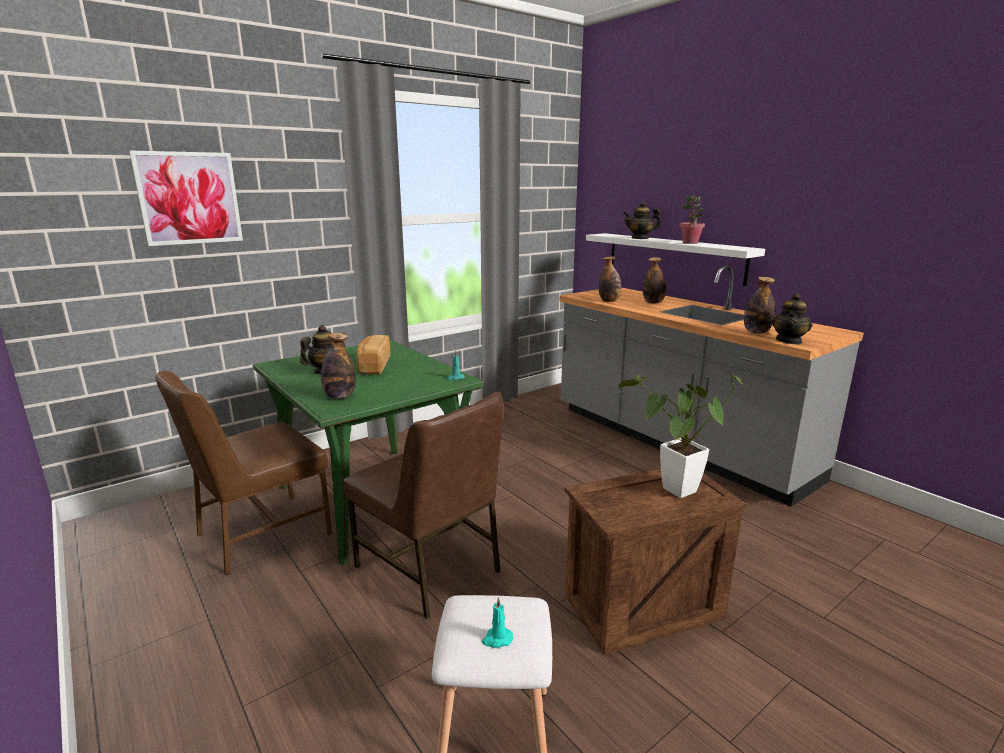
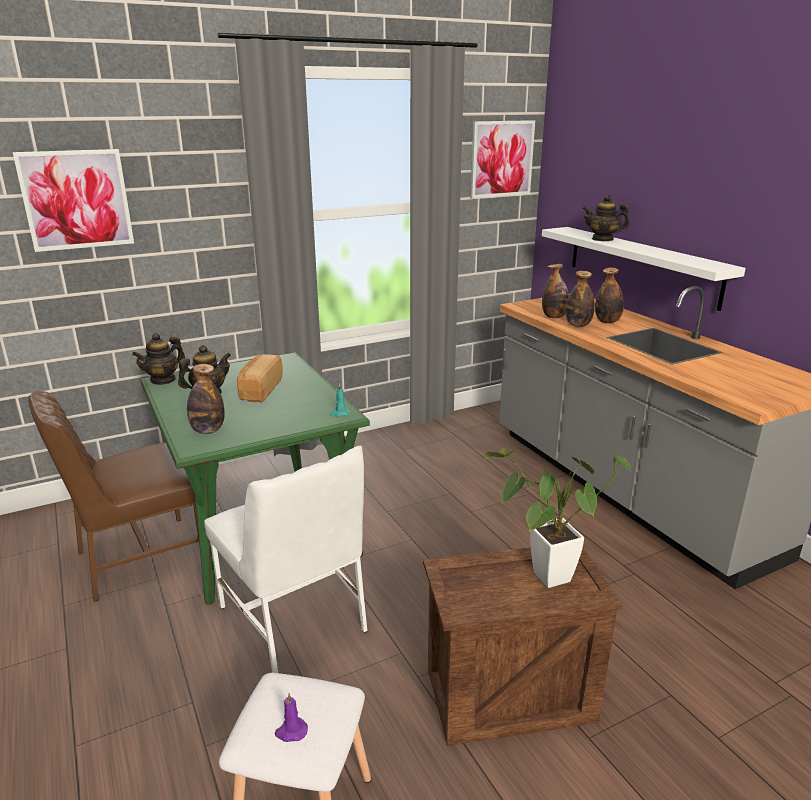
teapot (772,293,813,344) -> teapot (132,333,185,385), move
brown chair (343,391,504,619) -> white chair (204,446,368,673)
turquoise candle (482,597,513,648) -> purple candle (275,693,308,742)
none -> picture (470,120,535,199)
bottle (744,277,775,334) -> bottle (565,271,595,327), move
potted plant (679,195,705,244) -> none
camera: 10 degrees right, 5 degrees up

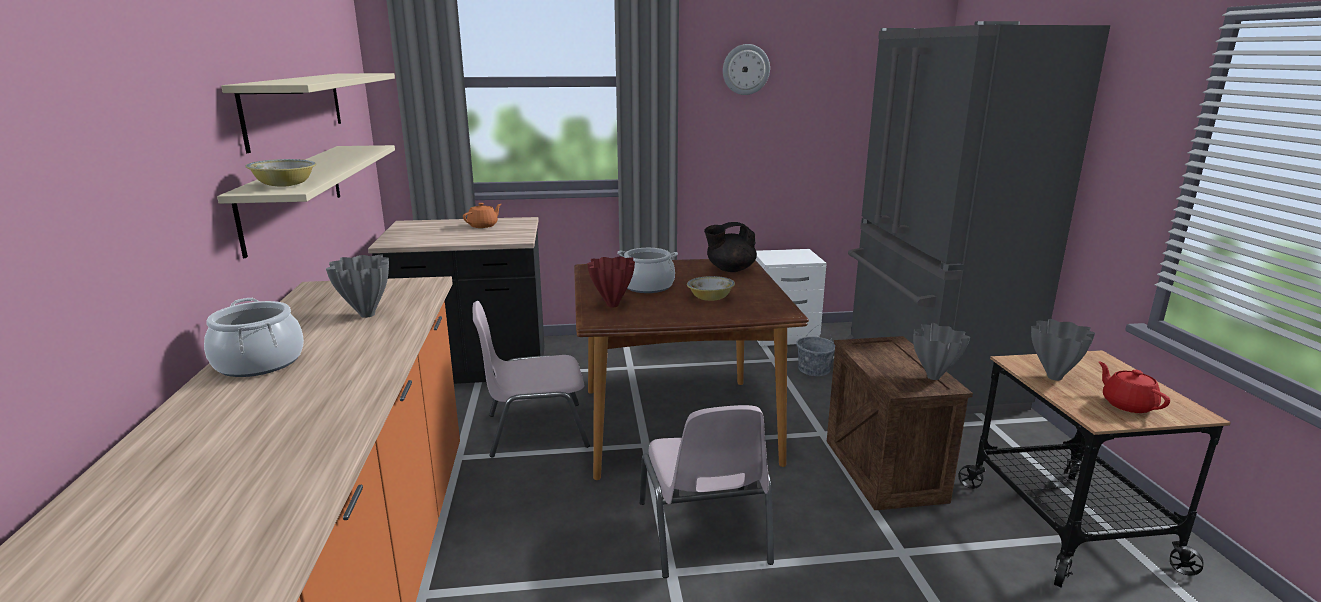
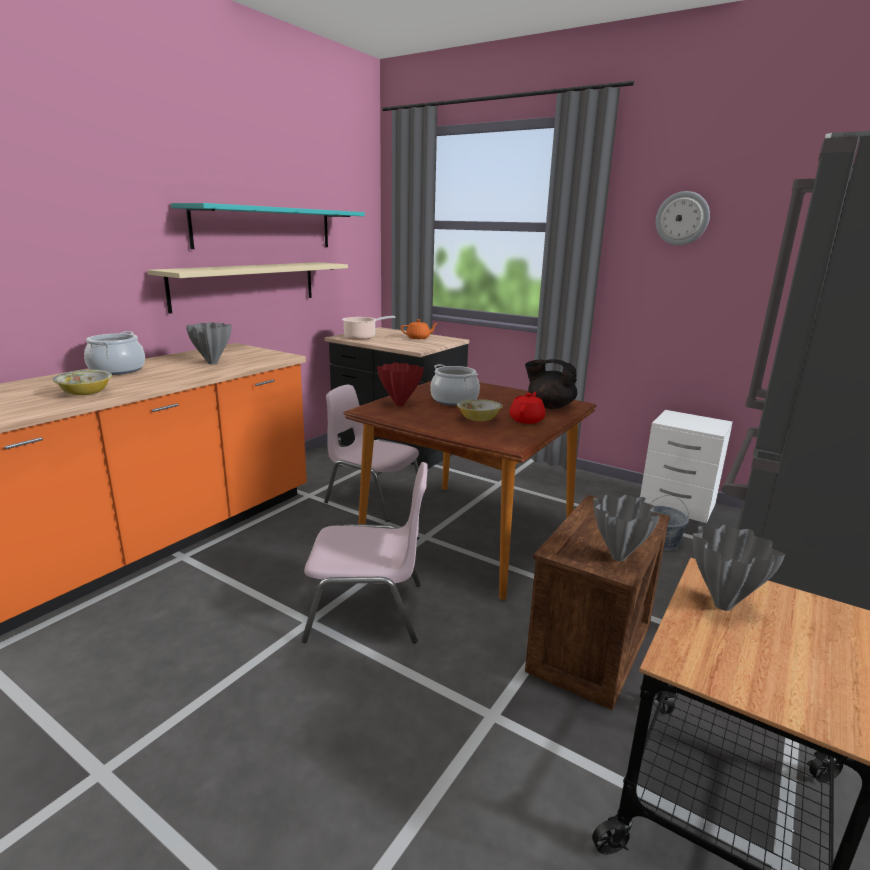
bowl (245,159,316,187) -> bowl (53,370,112,395), move
beige shelf (221,73,395,153) -> turquoise shelf (171,203,365,249)
pink chair (640,405,774,578) -> pink chair (301,462,428,643), 120 degrees counterclockwise
none -> cooking pot (342,316,396,340)
red teapot (1099,361,1170,413) -> red teapot (509,392,546,424), move
camera: 40 degrees right, 0 degrees up

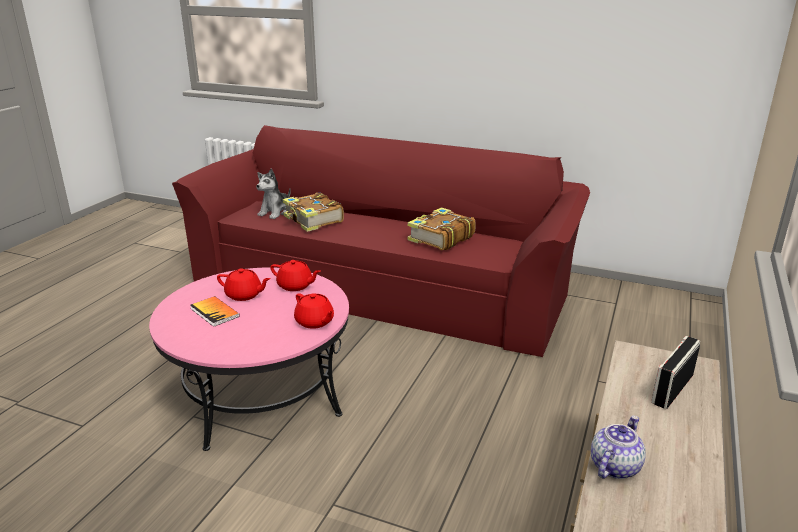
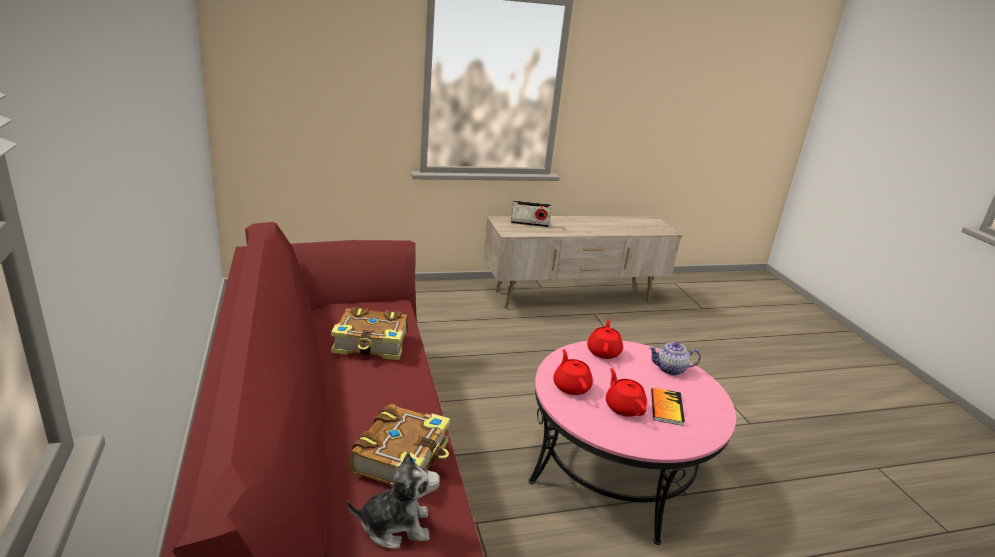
teapot (591,416,646,479) -> teapot (649,342,701,375), move
camera: 130 degrees left, 0 degrees up

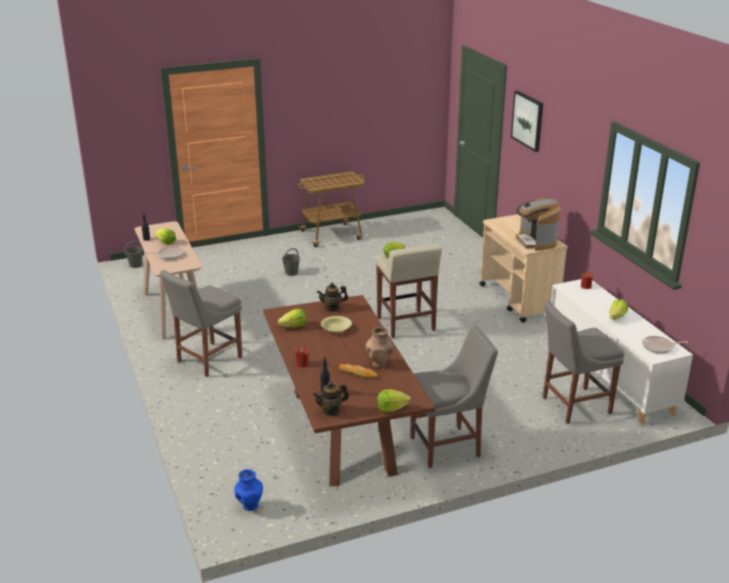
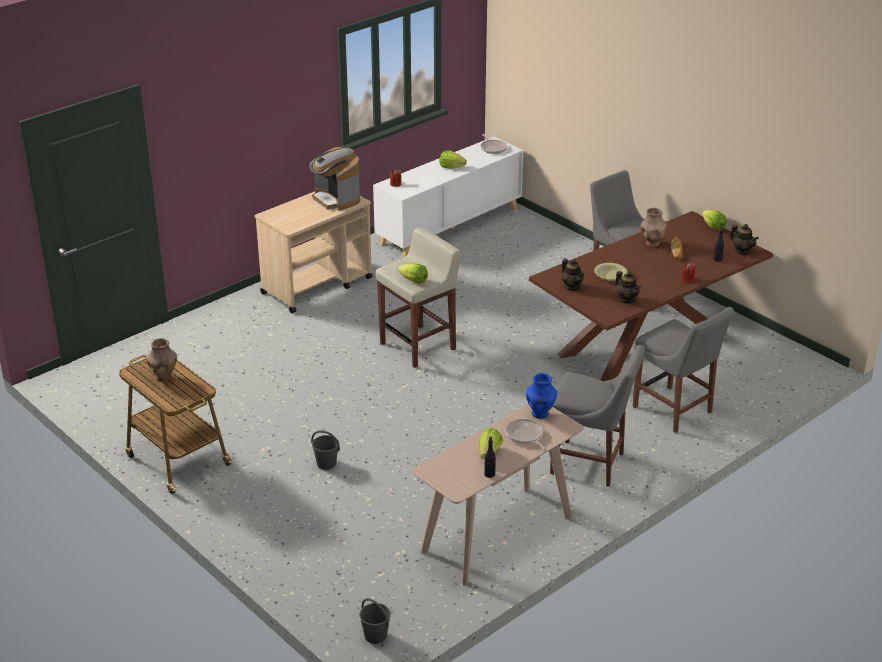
none -> brown vase (146,338,177,382)
coffee machine (516,198,561,251) -> coffee machine (309,147,360,211), 90 degrees clockwise
blue vase (234,469,263,511) -> blue vase (526,373,557,419), move
lettuce (278,309,306,327) -> teapot (615,271,641,303)
grey chair (542,301,624,424) -> grey chair (633,307,734,433), move
picture (511,91,543,152) -> none
camera: 110 degrees left, 5 degrees up

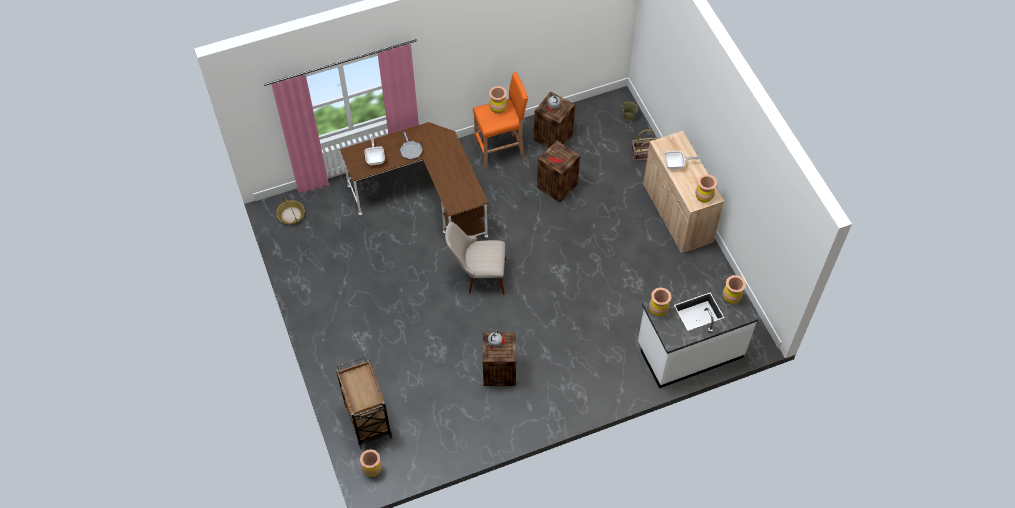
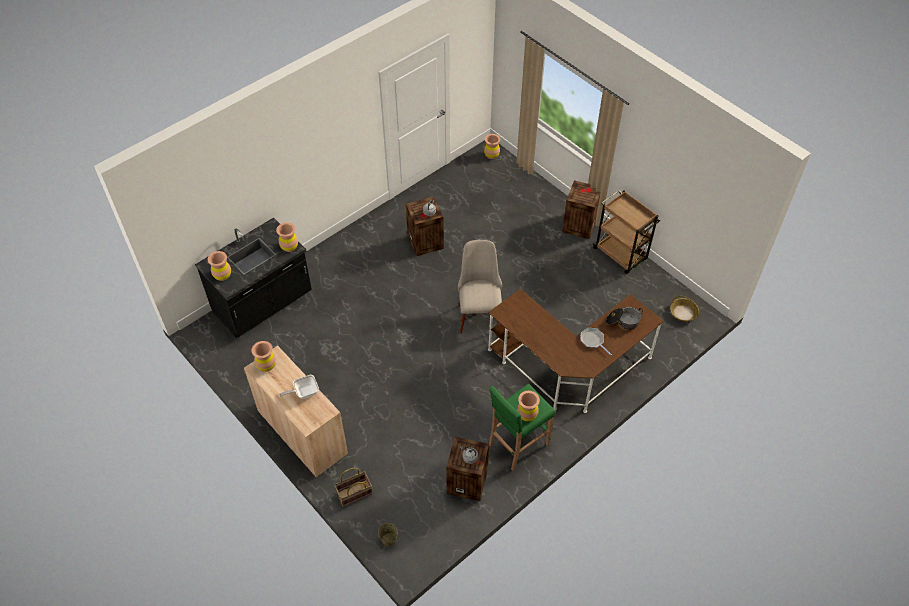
white counter (638,272,758,388) -> black counter (195,218,312,338)
beige chair (445,222,506,295) -> beige chair (458,240,502,334), 75 degrees counterclockwise
orange stool (473,72,528,169) -> green stool (489,384,556,471)
crate (537,140,580,203) -> crate (562,180,600,239), move
brown cart (336,357,392,450) -> brown cart (593,190,660,274), move
frying pan (364,136,385,165) -> cooking pot (606,307,643,330)
camera: 160 degrees right, 5 degrees down

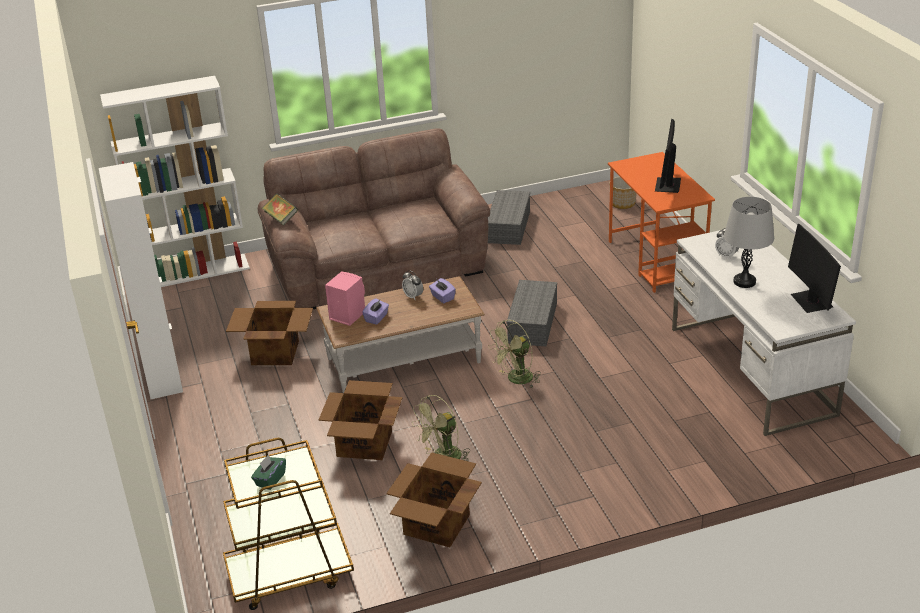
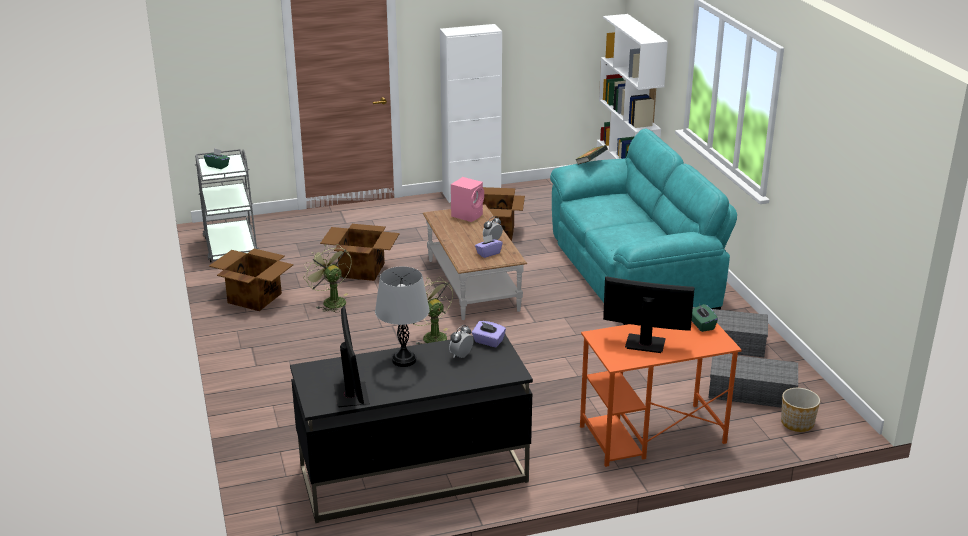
brown cart (223,438,354,610) -> grey cart (195,149,259,263)
white desk (672,229,856,436) -> black desk (290,334,533,523)
monitor (788,224,841,313) -> monitor (334,306,370,407), 90 degrees clockwise
purple tissue box (362,298,389,325) -> purple tissue box (472,321,506,347), move
brown sofa (258,128,490,309) -> turquoise sofa (550,129,737,325)
none -> green tissue box (692,304,718,332)
grey storage box (507,280,557,346) -> grey storage box (708,354,798,408), move
camera: 90 degrees right, 5 degrees down

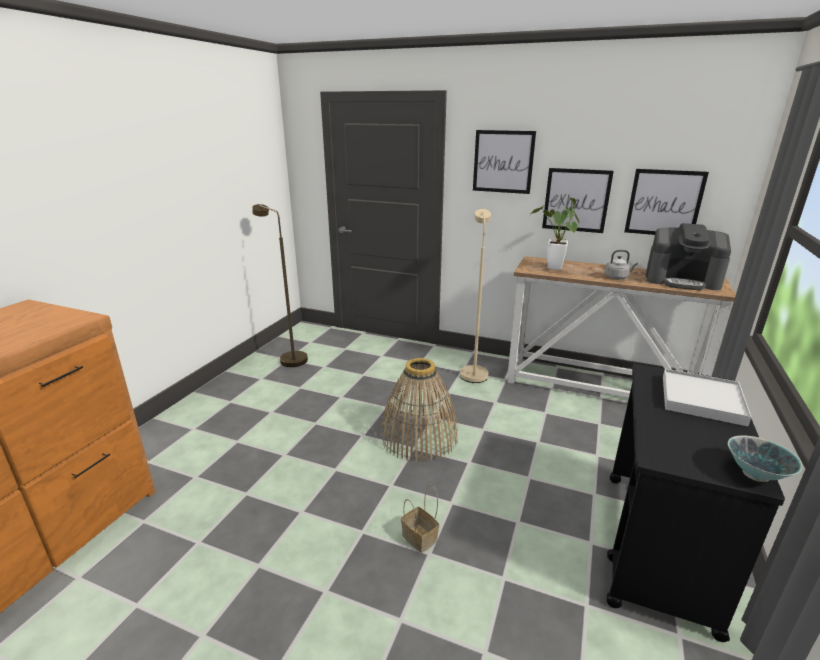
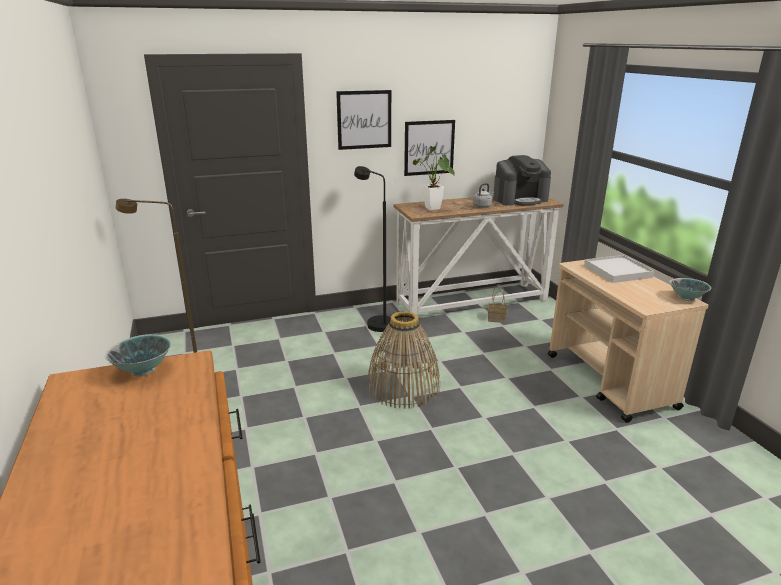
none -> bowl (105,334,171,377)
beige floor lamp (460,209,491,383) -> black floor lamp (354,166,391,332)
basket (401,484,439,553) -> basket (488,284,507,323), move
black cart (606,364,785,642) -> beige cart (548,256,708,423)
picture (624,169,709,235) -> none
camera: 40 degrees left, 0 degrees up

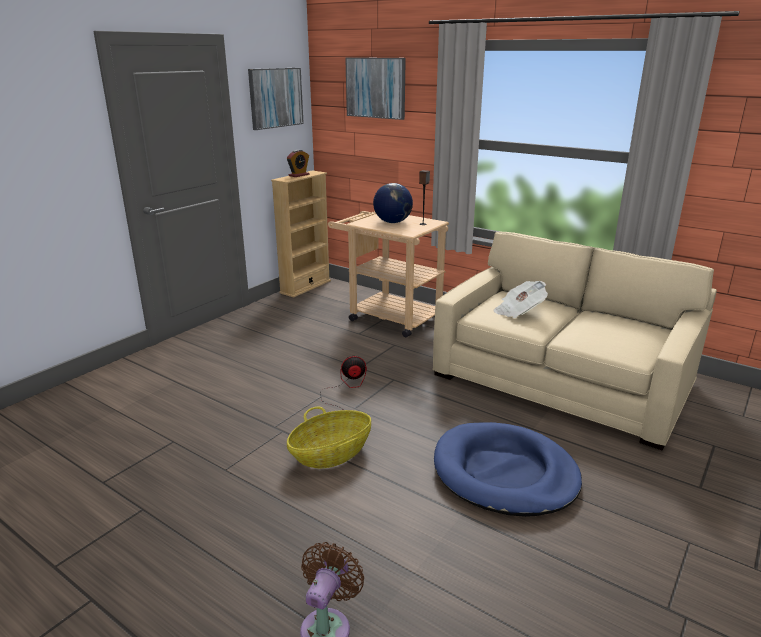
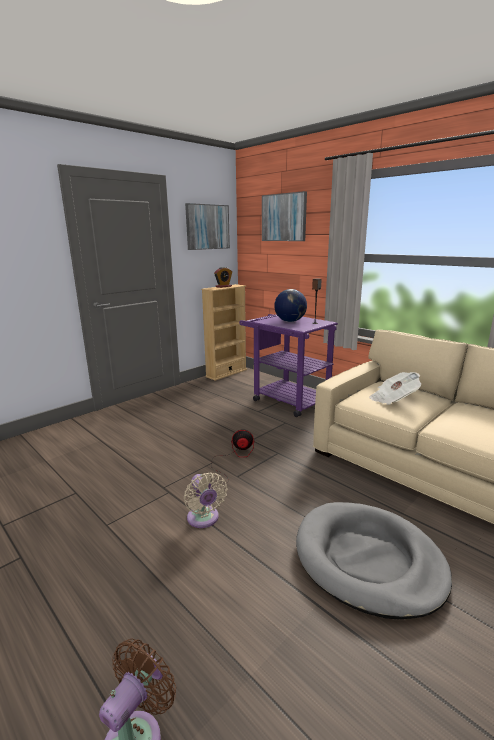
basket (287,407,371,468) -> beige fan (184,472,227,528)
beige cart (328,211,449,337) -> purple cart (239,314,338,417)
blue dog bed (434,422,582,517) -> grey dog bed (296,502,452,619)
camera: 10 degrees right, 5 degrees down

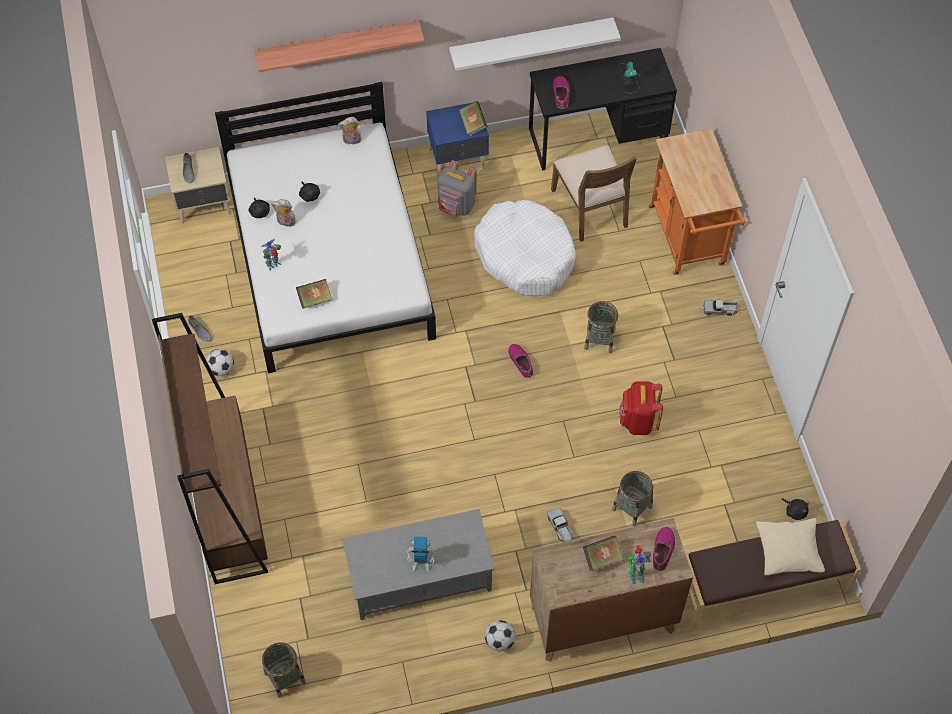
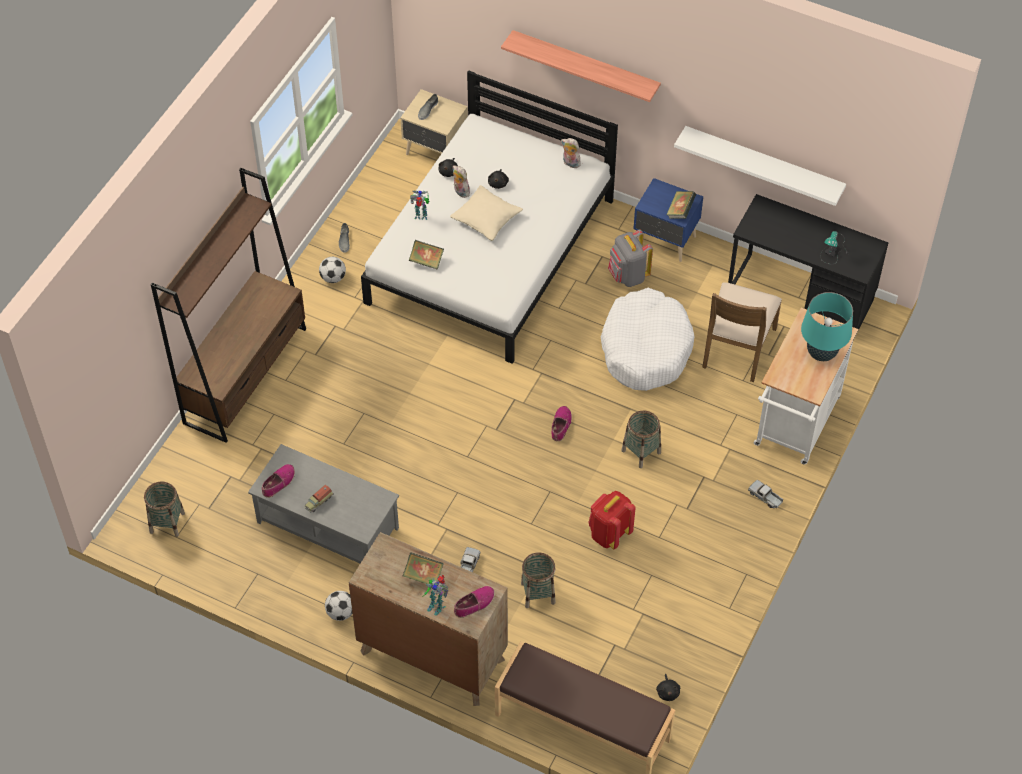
shoe (553,76,570,109) -> shoe (262,464,295,498), move
toy robot (407,536,435,572) -> toy truck (304,485,334,513)
beige pillow (756,518,825,575) -> beige pillow (450,185,523,241), move
orange cart (649,129,746,275) -> white cart (753,307,858,465)
none -> turquoise table lamp (801,292,853,361)
camera: 40 degrees right, 5 degrees down

